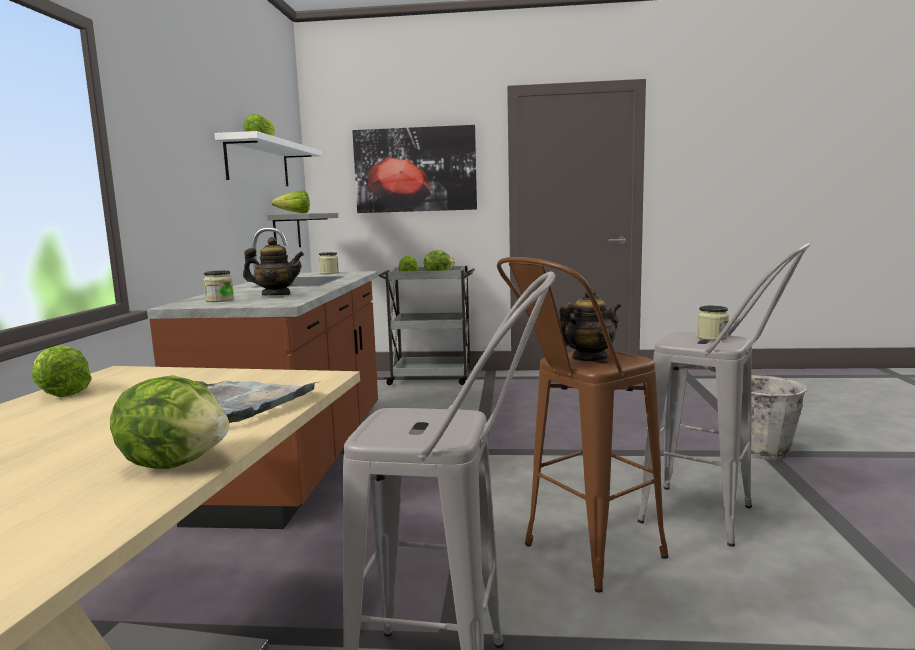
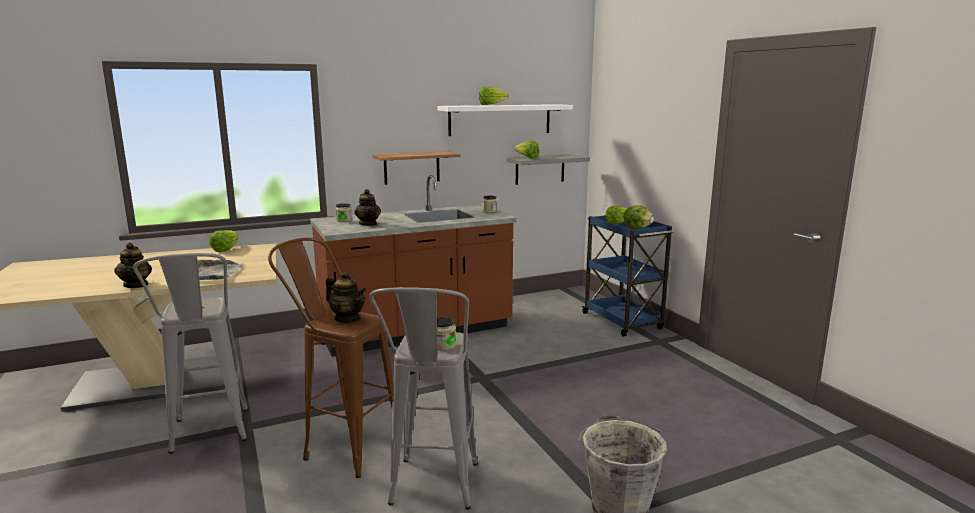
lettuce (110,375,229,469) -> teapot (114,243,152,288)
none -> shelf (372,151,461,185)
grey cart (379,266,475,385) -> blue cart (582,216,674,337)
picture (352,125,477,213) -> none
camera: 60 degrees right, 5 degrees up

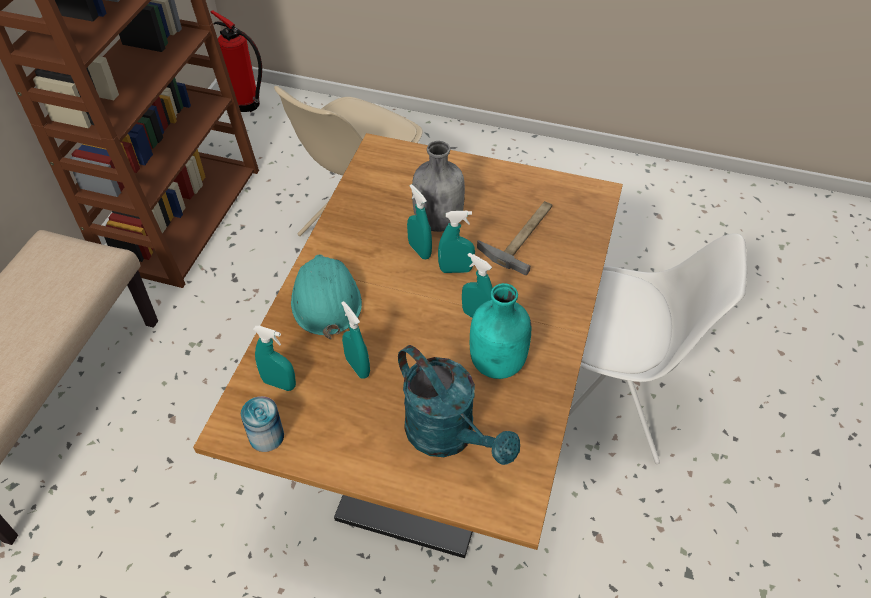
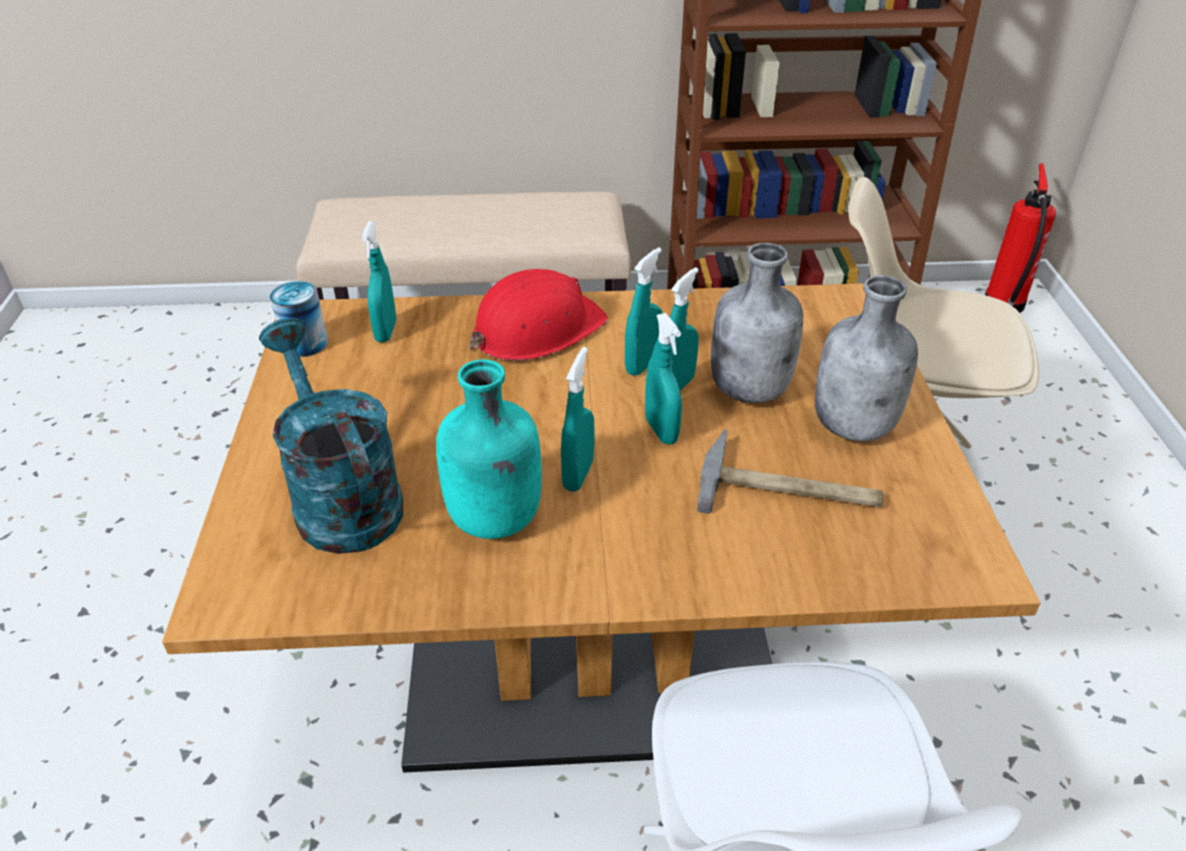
turquoise watering can (398,345,520,465) -> turquoise watering can (259,318,403,554), 120 degrees clockwise
turquoise hard hat (291,255,362,339) -> red hard hat (470,269,608,361)
turquoise spray bottle (341,301,370,379) -> turquoise spray bottle (625,247,663,376), move
none -> grey bottle (815,275,918,441)
camera: 70 degrees right, 10 degrees down

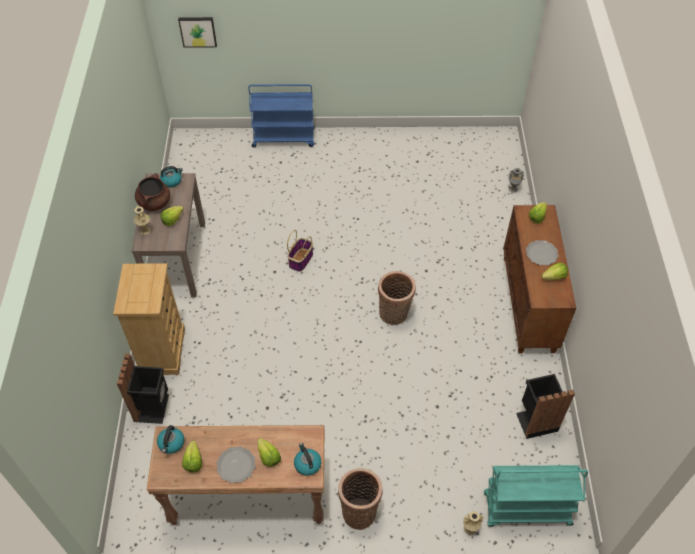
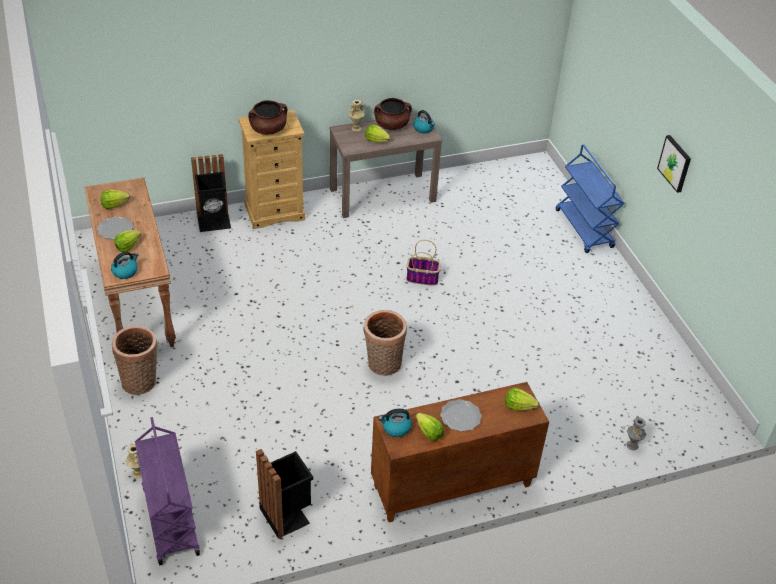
turquoise cart (484,465,588,527) -> purple cart (135,417,200,565)
none -> brown cooking pot (248,100,287,135)
kettle (157,425,184,454) -> kettle (378,409,412,437), move
picture (178,17,217,48) -> picture (657,135,691,193), move
camera: 70 degrees right, 10 degrees down

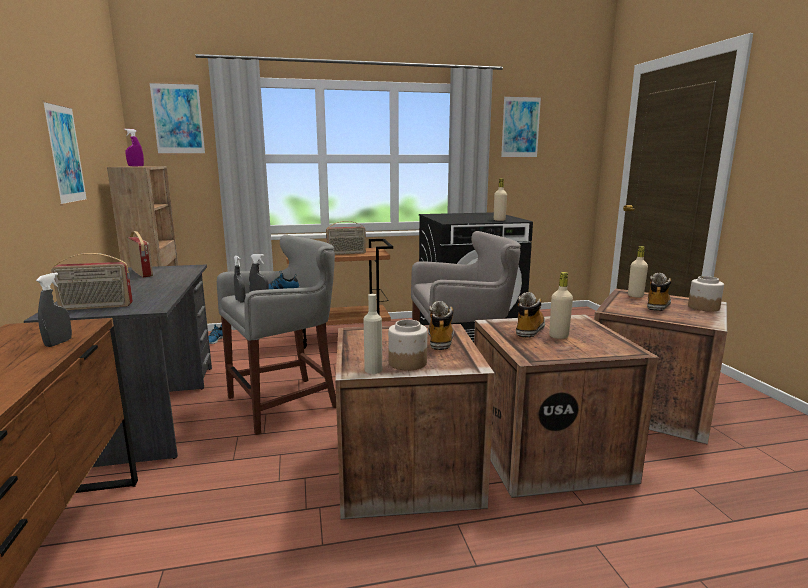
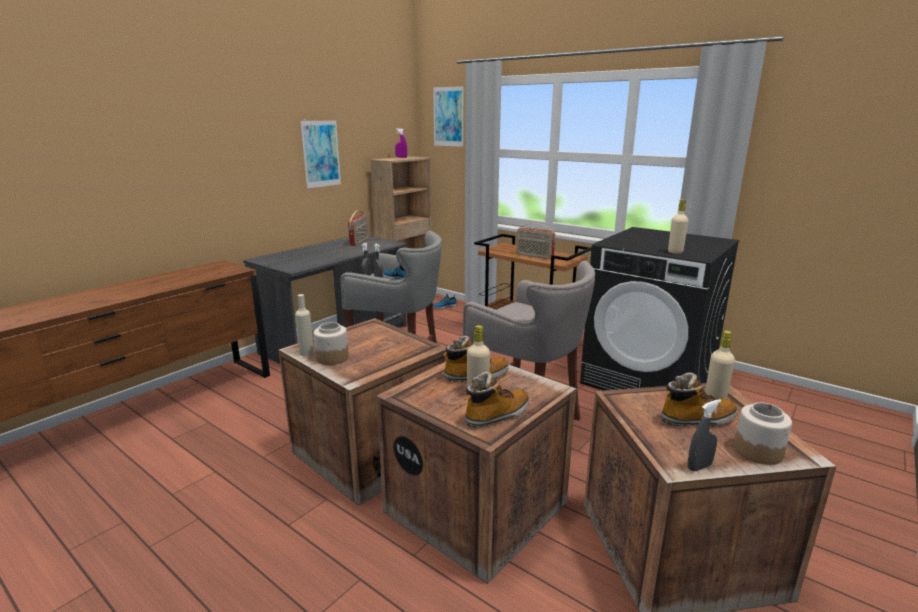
boot (428,301,454,350) -> boot (465,372,529,428), move
grey spray bottle (36,273,72,347) -> grey spray bottle (688,399,721,471), move
radio (51,253,133,310) -> none
picture (501,95,541,158) -> none
camera: 50 degrees right, 5 degrees up

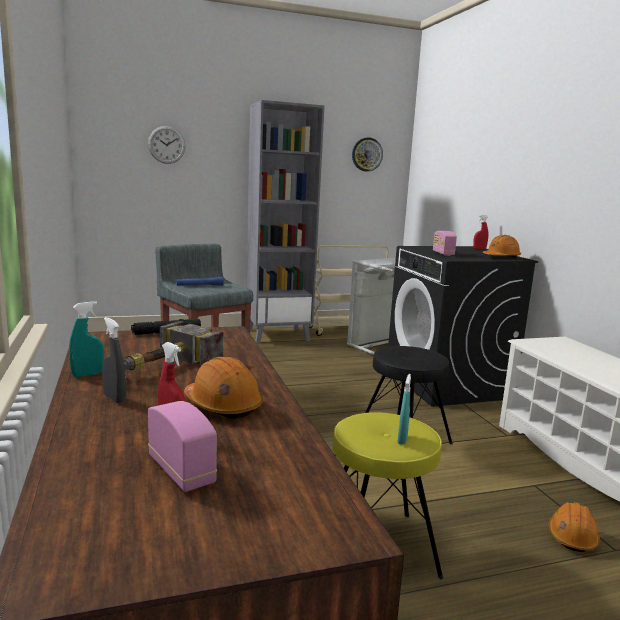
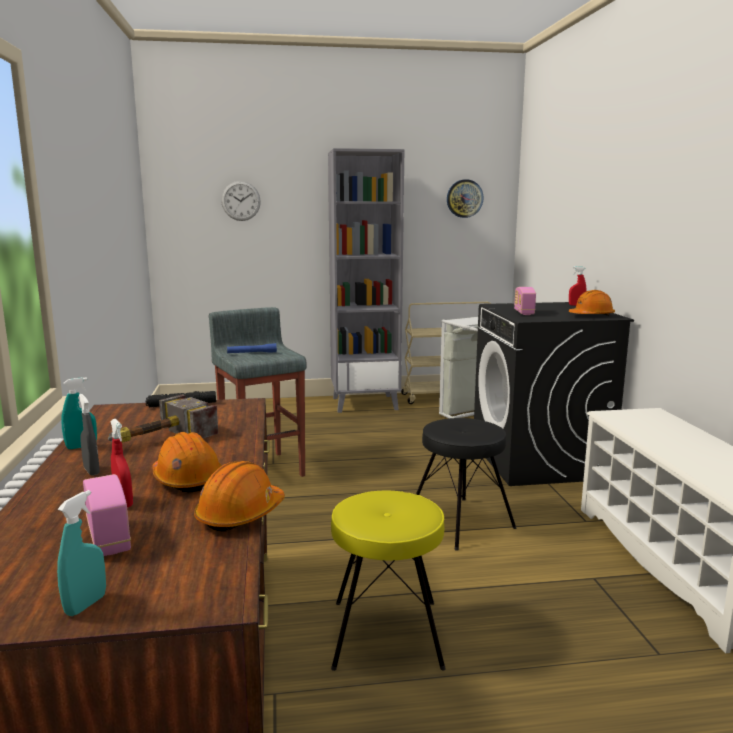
turquoise spray bottle (398,374,411,445) -> turquoise spray bottle (57,490,106,616), move
orange hard hat (549,502,600,552) -> orange hard hat (194,461,285,532), move
camera: 10 degrees right, 0 degrees up

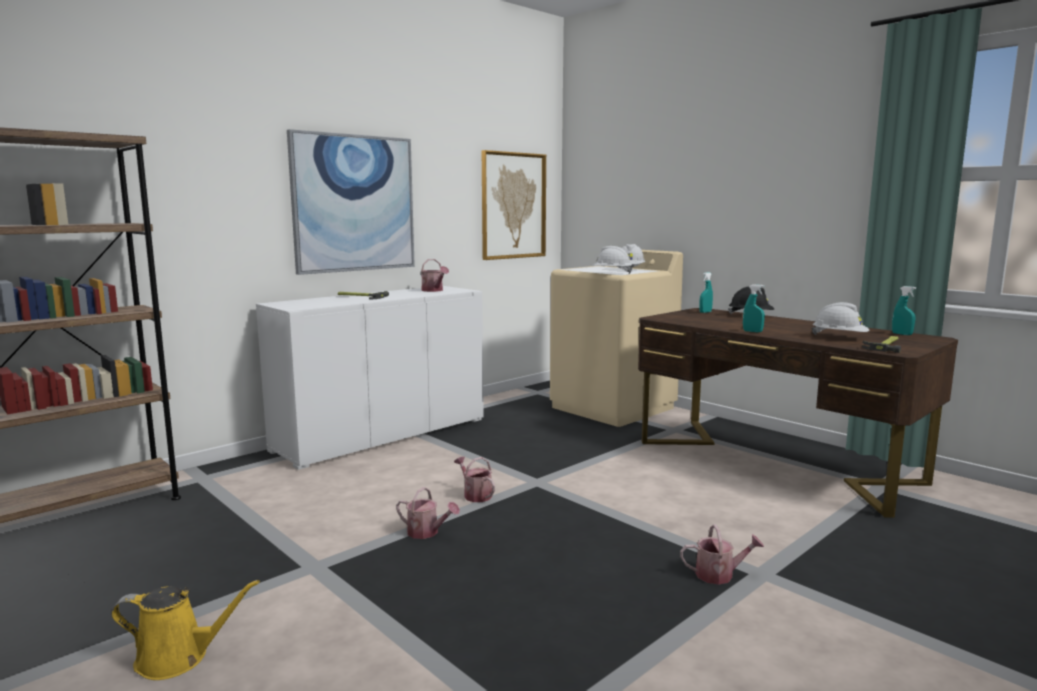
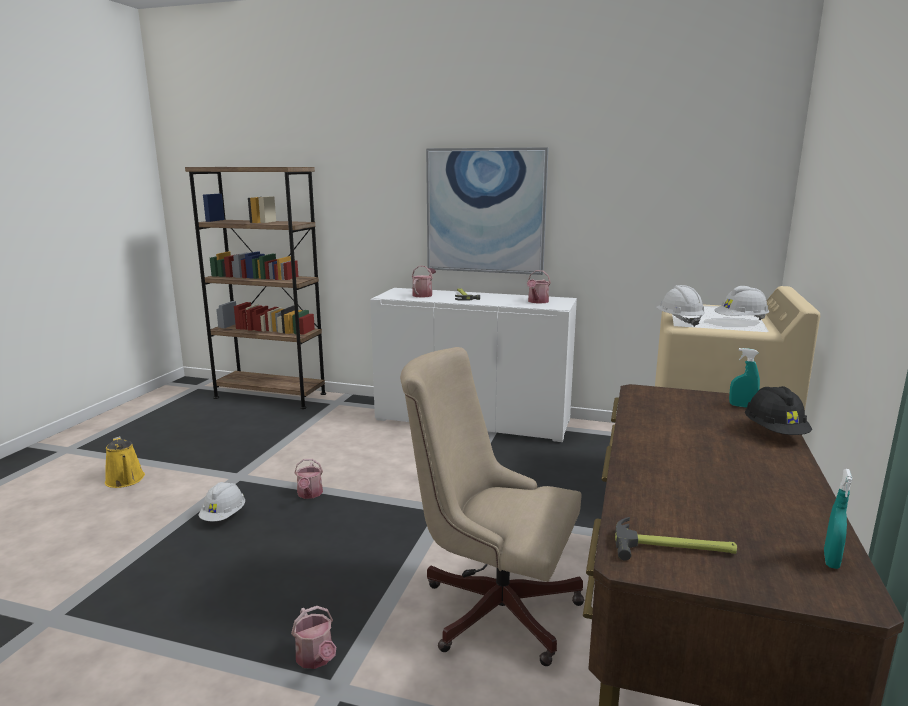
white hard hat (811,302,869,335) -> white hard hat (199,482,245,521), move
none -> beige office chair (400,347,584,666)
watering can (454,456,495,502) -> watering can (412,266,436,298), move
picture (482,150,546,260) -> none
turquoise spray bottle (743,284,765,332) -> none
camera: 60 degrees right, 5 degrees up

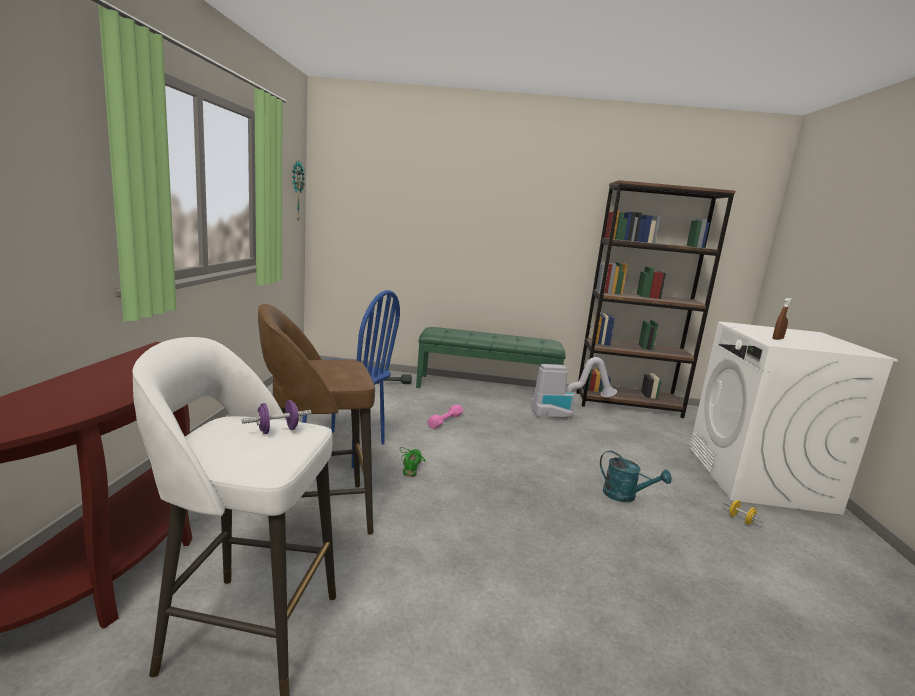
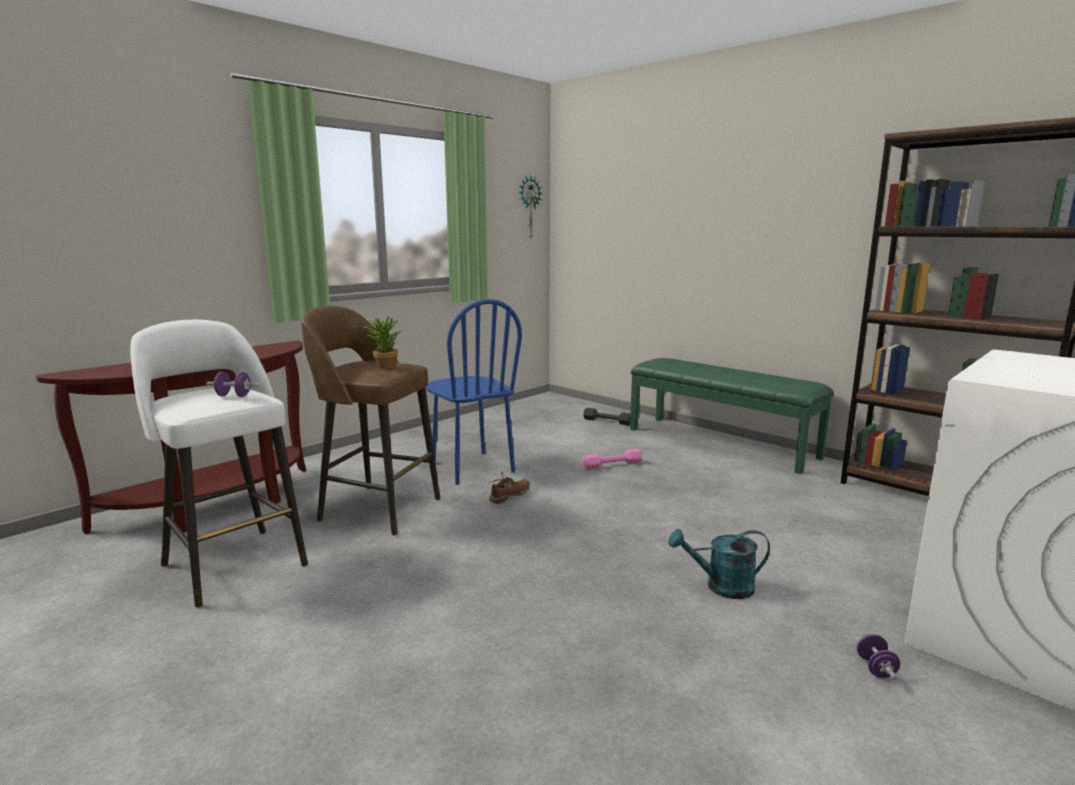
none -> potted plant (360,314,402,369)
green shoe (400,447,427,477) -> brown shoe (489,472,530,504)
turquoise watering can (600,451,672,502) -> turquoise watering can (669,529,770,599), 105 degrees clockwise
yellow dumbbell (723,500,764,525) -> purple dumbbell (857,634,900,680)
vacuum cleaner (531,357,617,419) -> none
brown spray bottle (773,298,792,340) -> none
camera: 40 degrees right, 0 degrees up

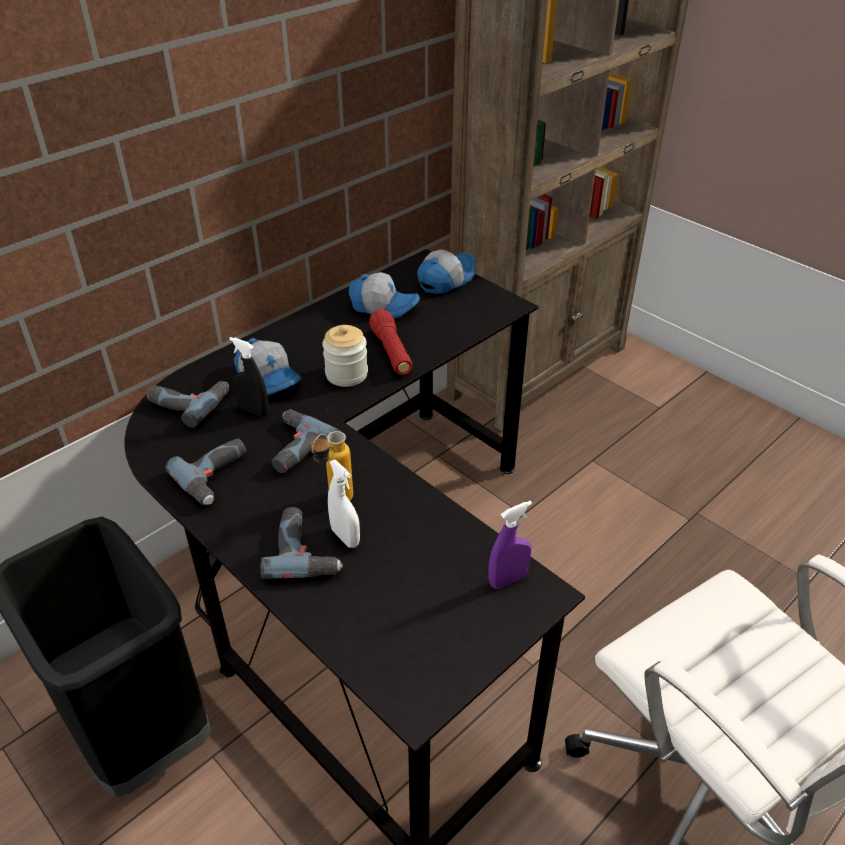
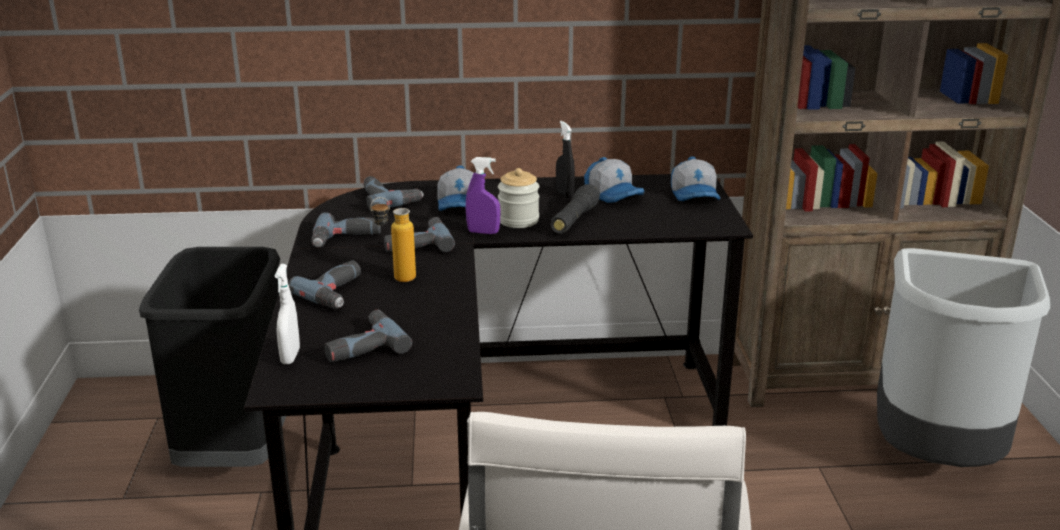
white spray bottle (328,460,360,548) -> white spray bottle (275,264,300,364), move
none -> power drill (325,310,412,362)
purple spray bottle (489,501,532,589) -> purple spray bottle (466,157,501,234), move
red flashlight (369,309,413,375) -> black flashlight (551,184,600,234)
black spray bottle (229,337,268,416) -> black spray bottle (556,121,575,198), move
cap (417,250,476,294) -> cap (671,157,720,201), 90 degrees clockwise
none -> grey trash can (877,248,1050,467)
camera: 40 degrees right, 15 degrees down

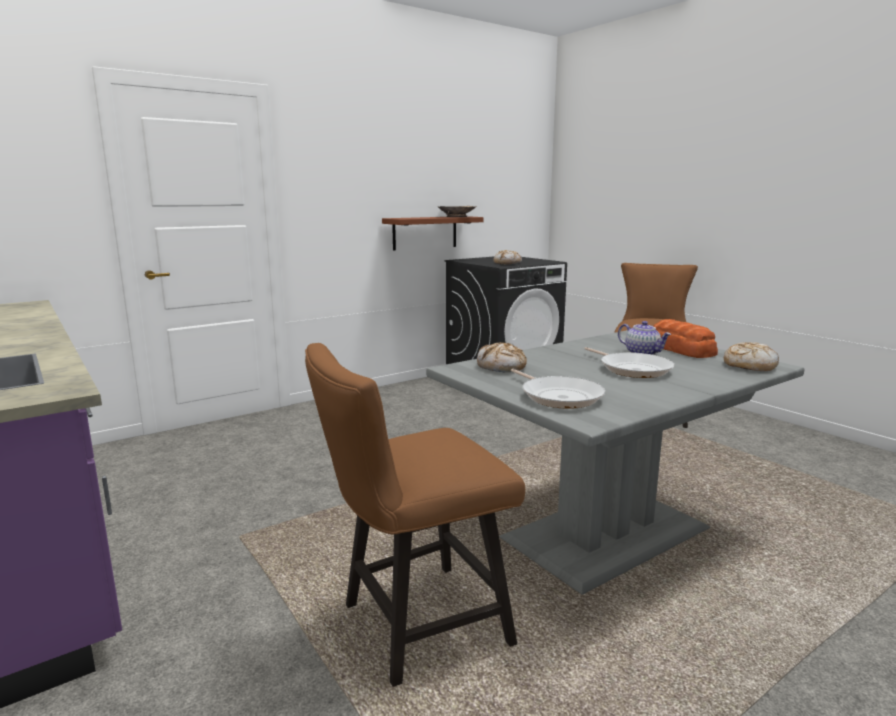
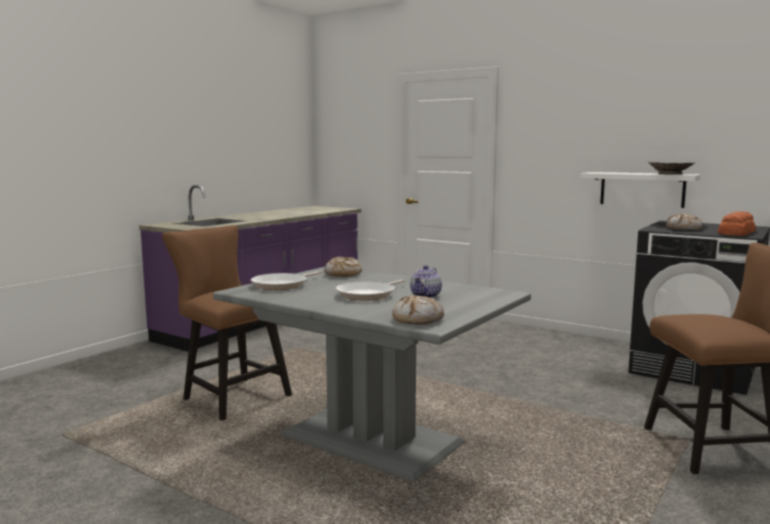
brown shelf (382,216,484,251) -> white shelf (581,172,701,208)
bread (654,319,718,358) -> bread (718,211,756,236), move
camera: 70 degrees right, 5 degrees down

